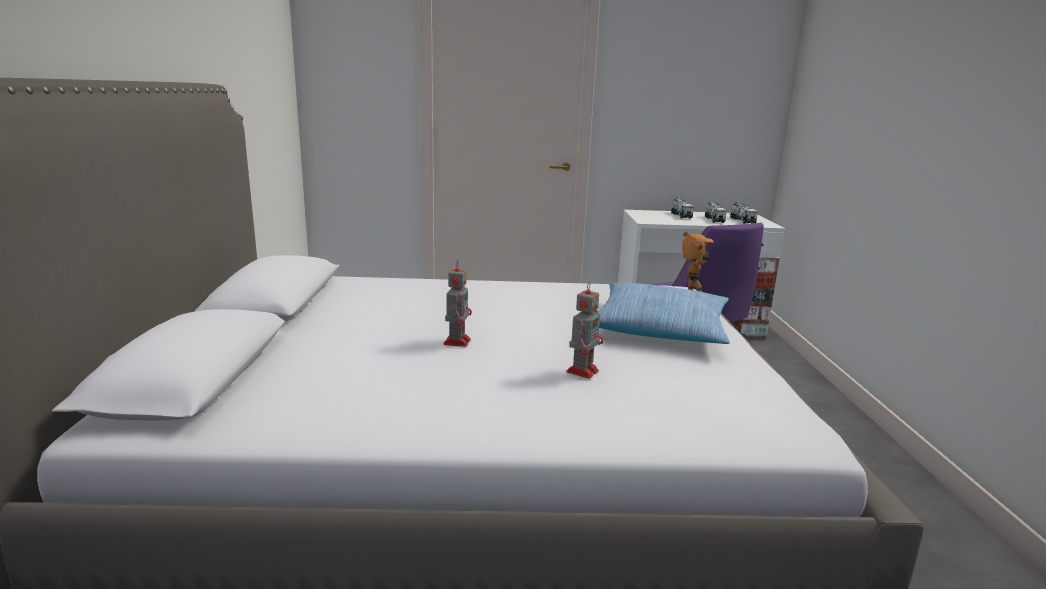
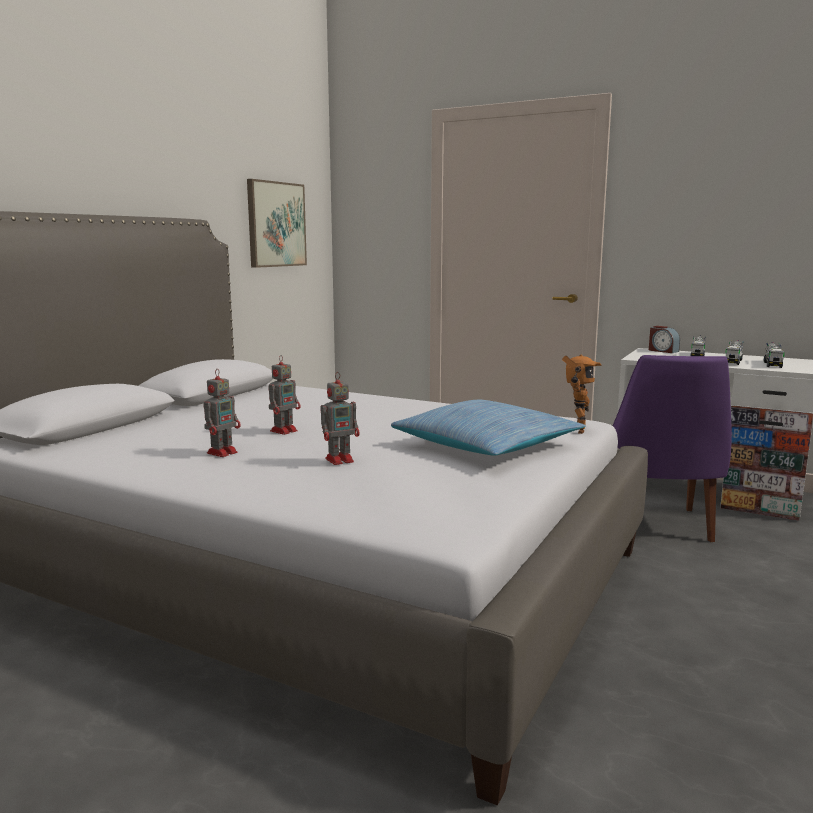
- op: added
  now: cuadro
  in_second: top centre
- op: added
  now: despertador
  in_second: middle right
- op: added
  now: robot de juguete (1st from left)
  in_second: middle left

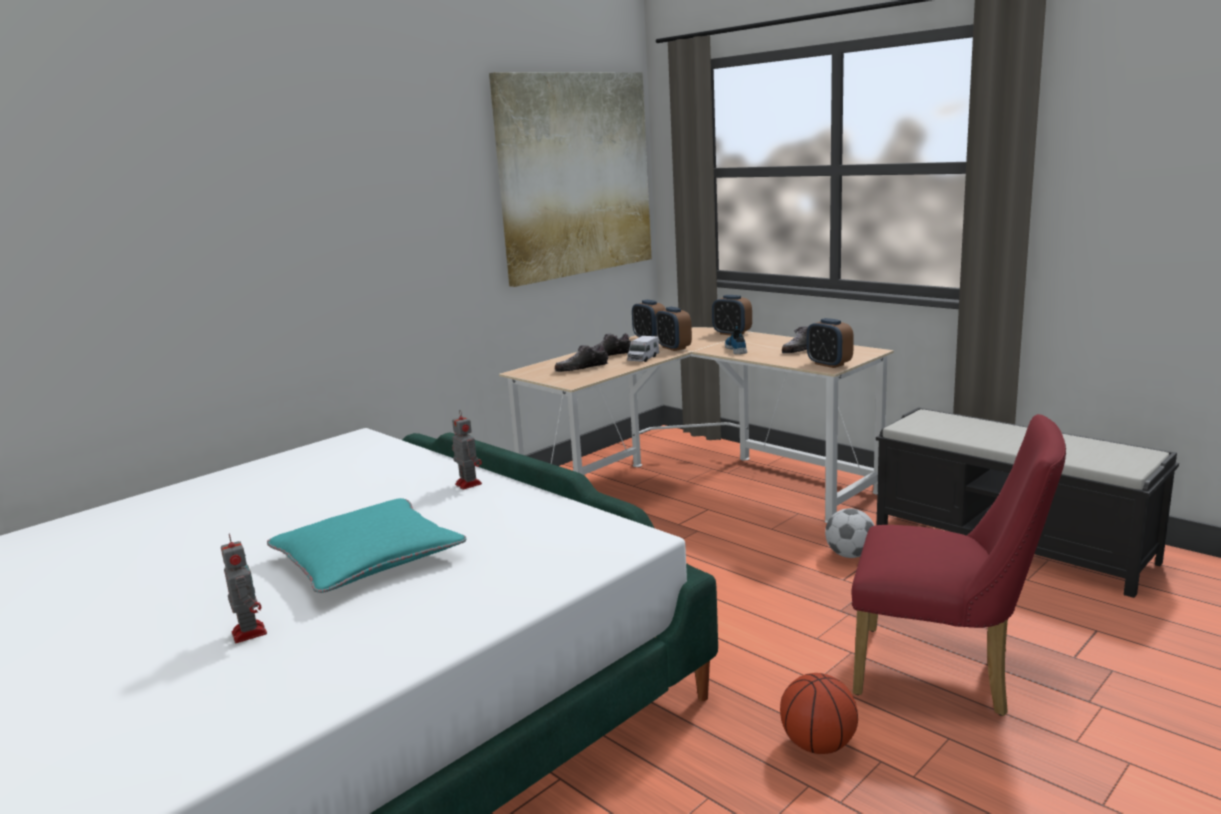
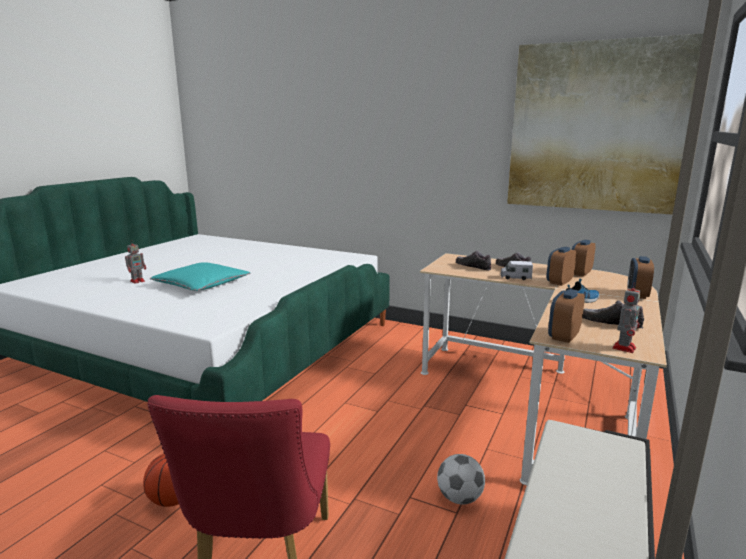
- op: moved
  was: robot de juguete (2nd from left)
  in_first: centre
  in_second: middle right

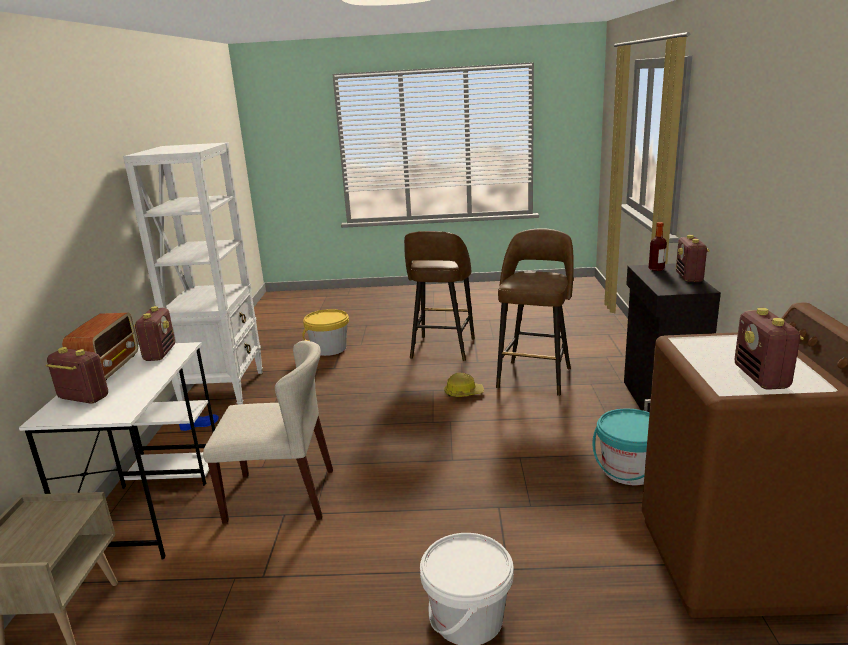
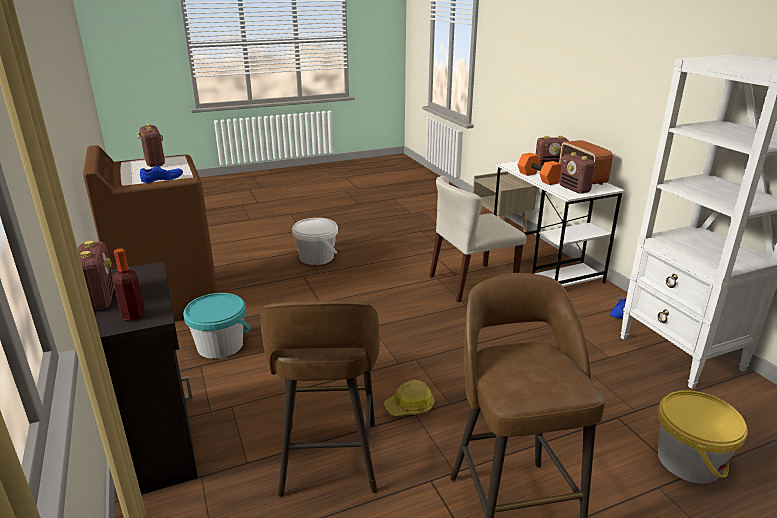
- op: added
  now: mancuerna [naranja]
  in_second: top right
- op: added
  now: zapato [azul] (1st from left)
  in_second: middle left

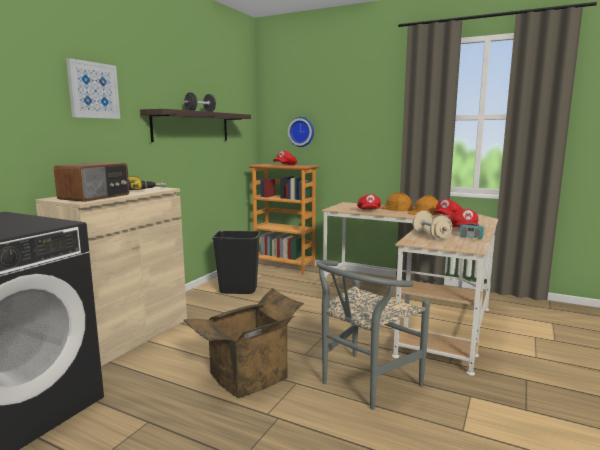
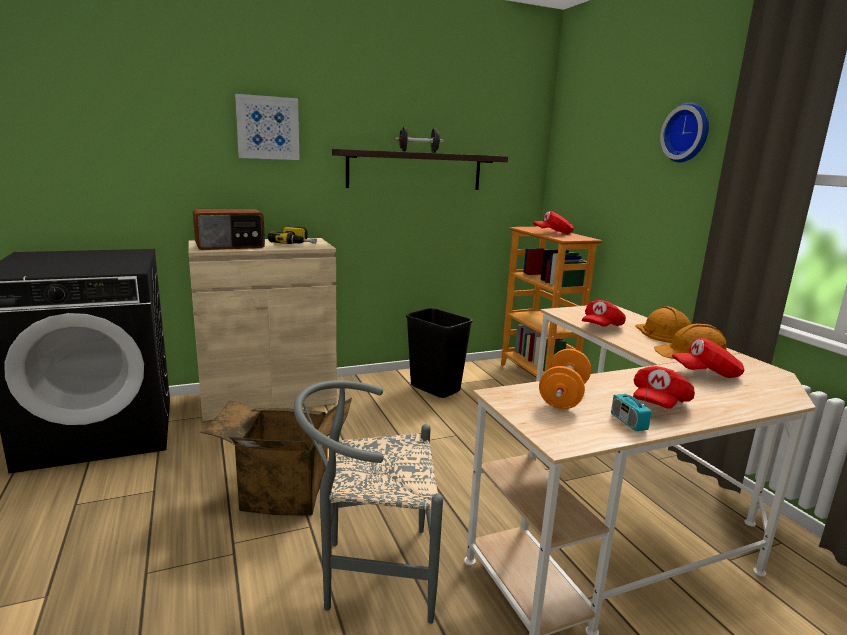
- op: moved
  was: reloj de pared
  in_first: top centre
  in_second: top right
- op: recoloured
  was: mancuerna [beis]
  now: mancuerna [naranja]
  in_first: middle right
  in_second: middle right

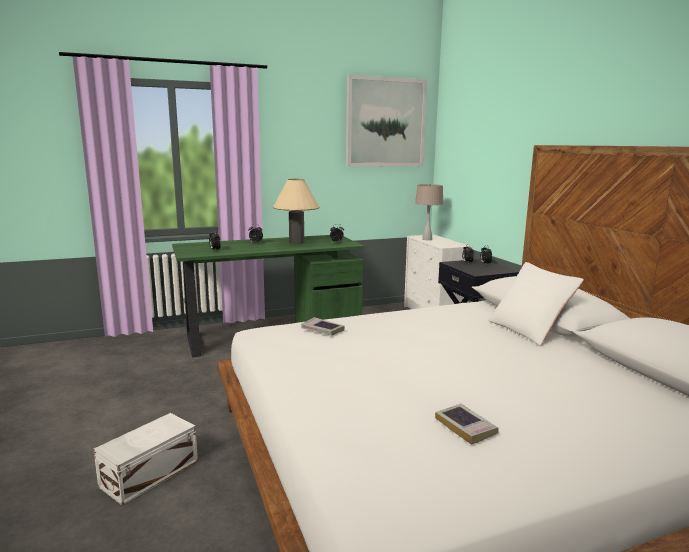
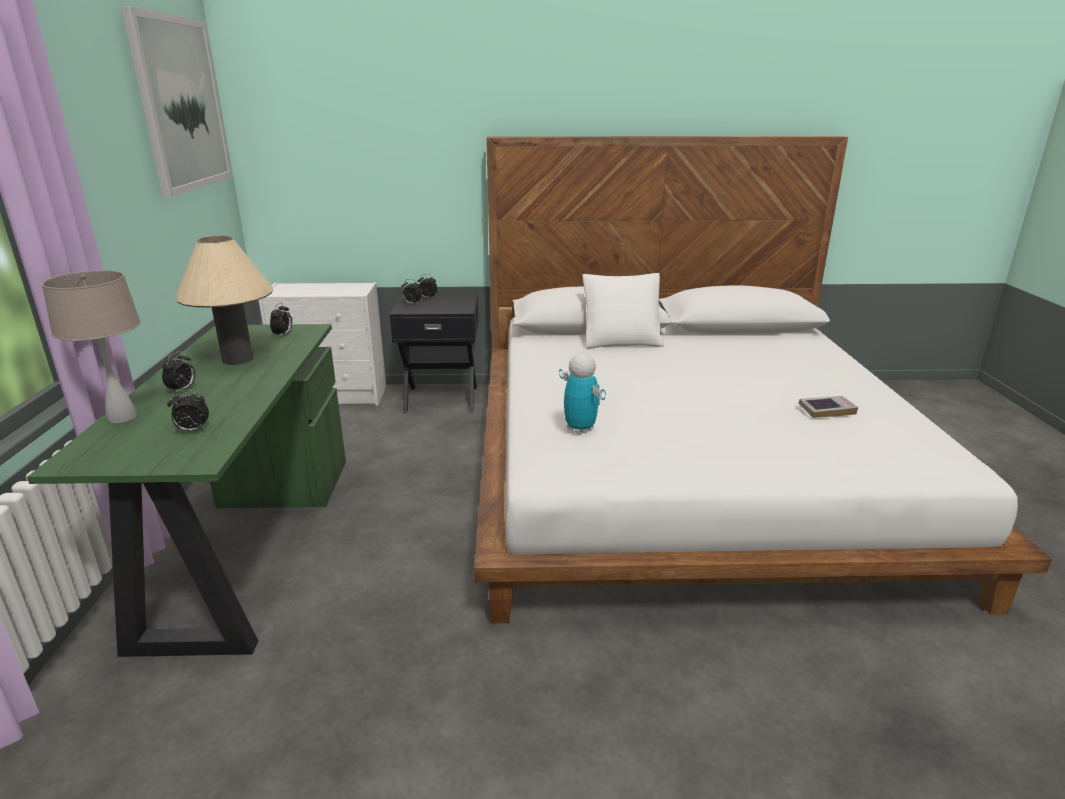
- op: moved
  was: lámpara de mesa [beis] (2nd from left in the first image)
  now: lámpara de mesa [beis] (1st from left)
  in_first: centre
  in_second: middle left
- op: replaced
  was: libro (1st from left)
  now: robot de juguete
  in_first: centre
  in_second: centre
- op: removed
  was: caja de almacenaje [blanco]
  in_first: bottom left

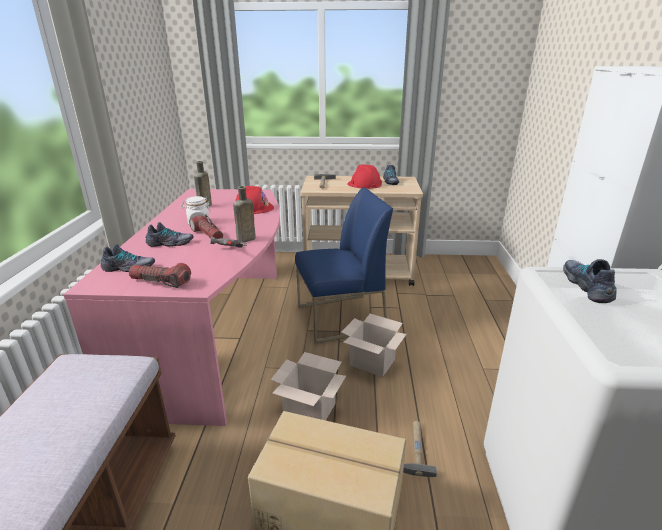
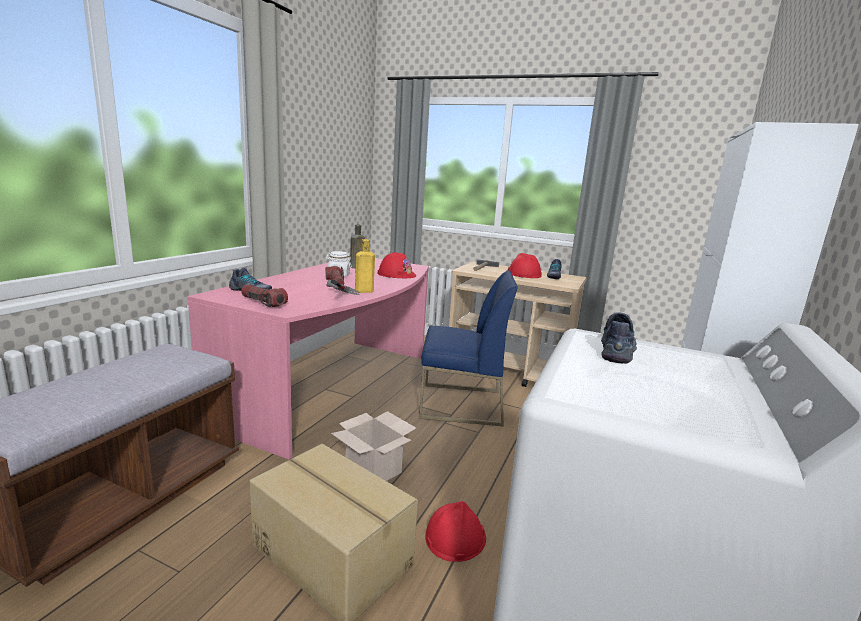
- op: recoloured
  was: botella [marrón] (2nd from left)
  now: botella [amarillo]
  in_first: centre
  in_second: centre
- op: removed
  was: zapato (2nd from left)
  in_first: middle left
- op: removed
  was: caja de cartón (3rd from left)
  in_first: centre
- op: replaced
  was: martillo (3rd from left)
  now: casco [rojo] (2nd from left)
  in_first: bottom centre
  in_second: bottom centre

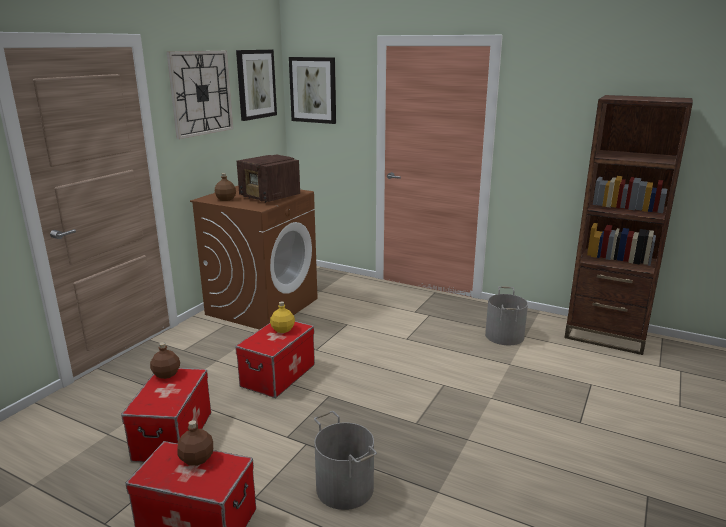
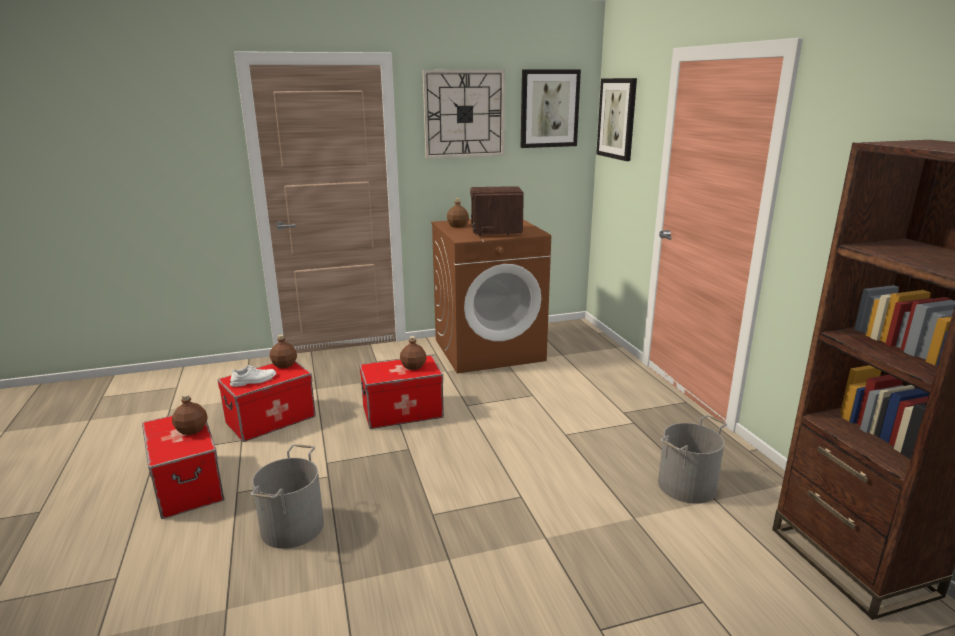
- op: recoloured
  was: botella [amarillo]
  now: botella [marrón] (3rd from left)
  in_first: centre
  in_second: centre
- op: added
  now: zapato [blanco]
  in_second: middle left

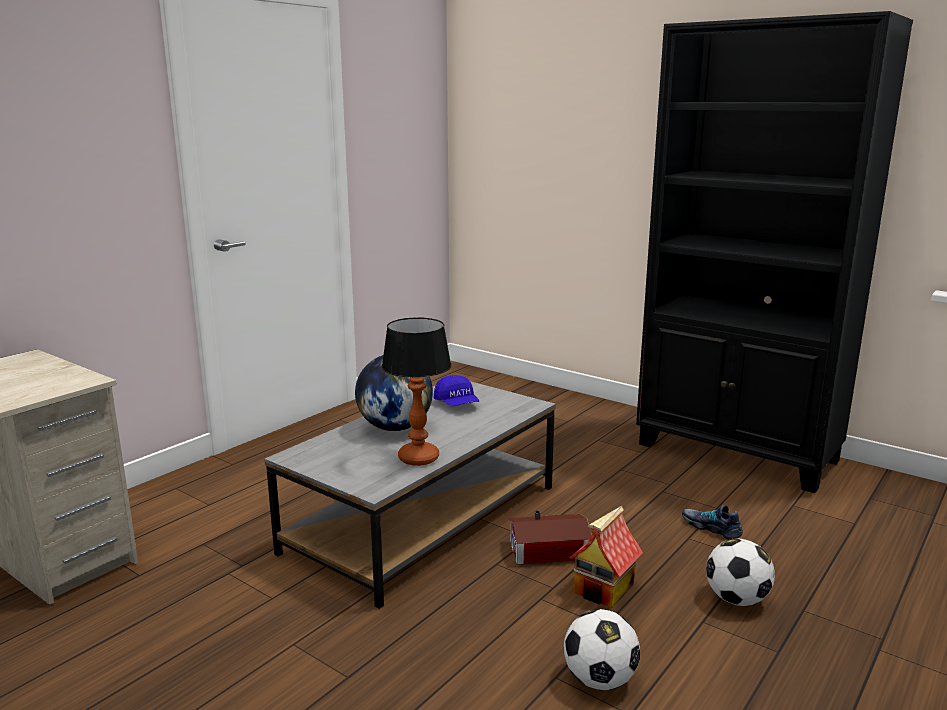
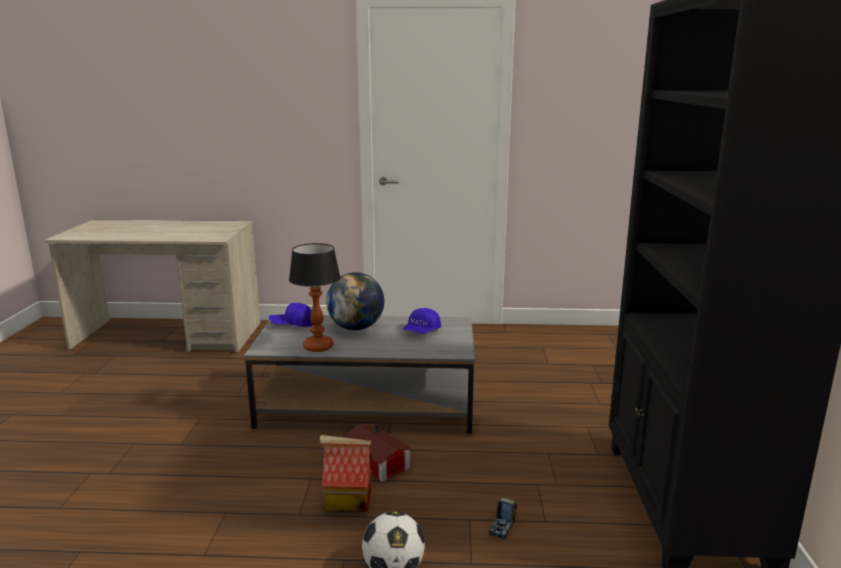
- op: replaced
  was: zapato
  now: camión de juguete
  in_first: bottom right
  in_second: bottom centre
- op: removed
  was: balón de fútbol (1st from left)
  in_first: bottom centre
- op: added
  now: gorra [azul] (1st from left)
  in_second: centre

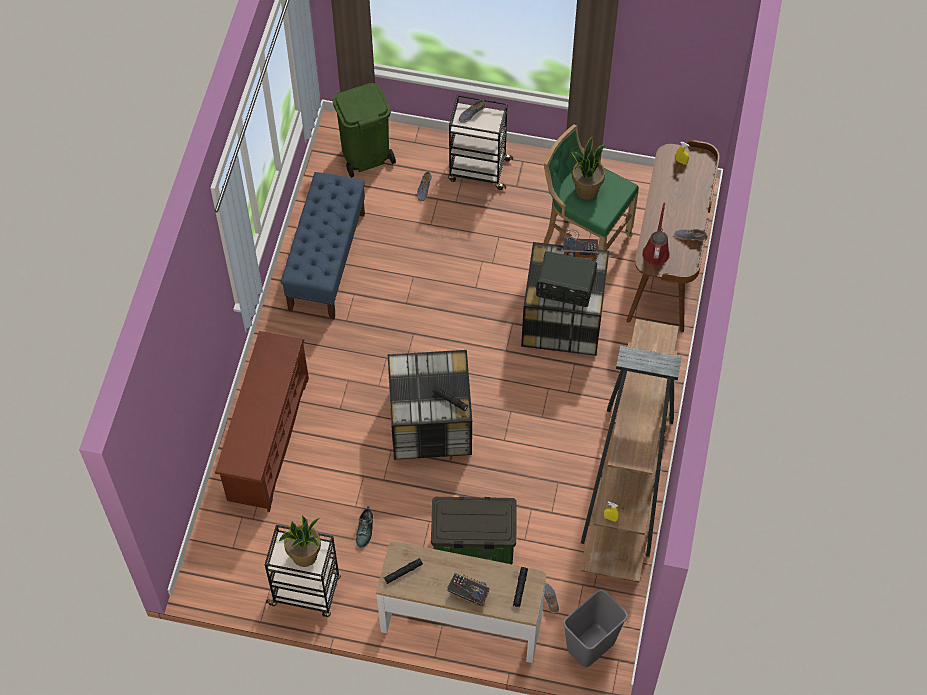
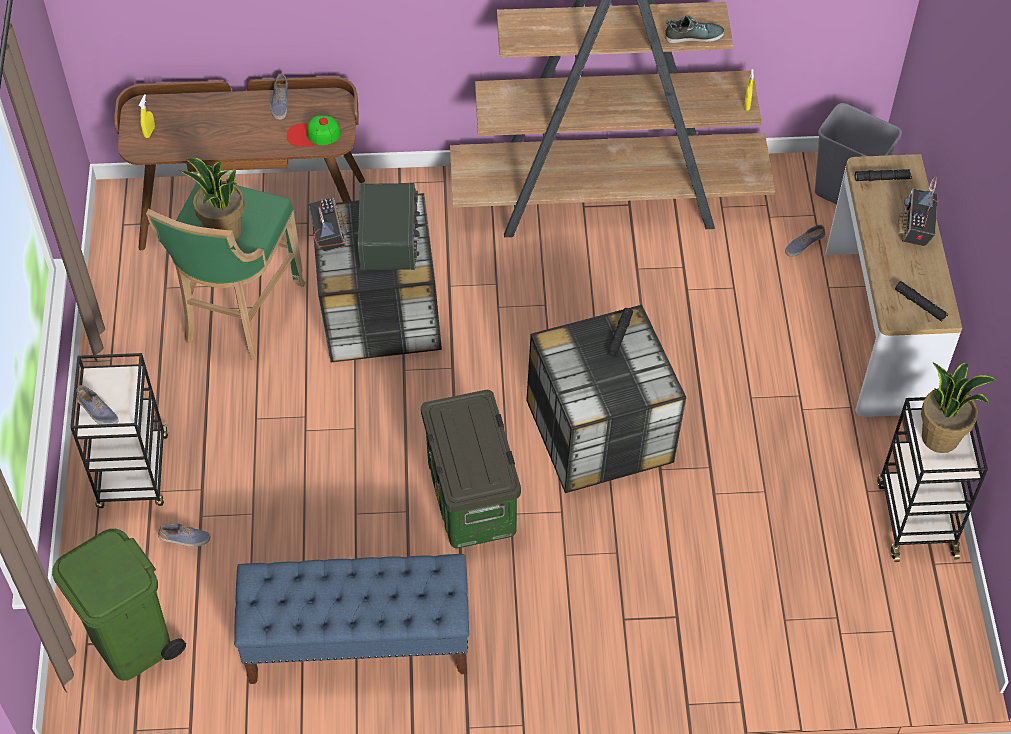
- op: replaced
  was: regadera [rojo]
  now: gorra
  in_first: middle right
  in_second: top left
- op: removed
  was: zapatero [marrón]
  in_first: middle left
- op: moved
  was: caja de almacenaje (2nd from left)
  in_first: bottom centre
  in_second: centre
- op: moved
  was: zapato (1st from left in the first image)
  now: zapato (4th from left)
  in_first: bottom centre
  in_second: top right

